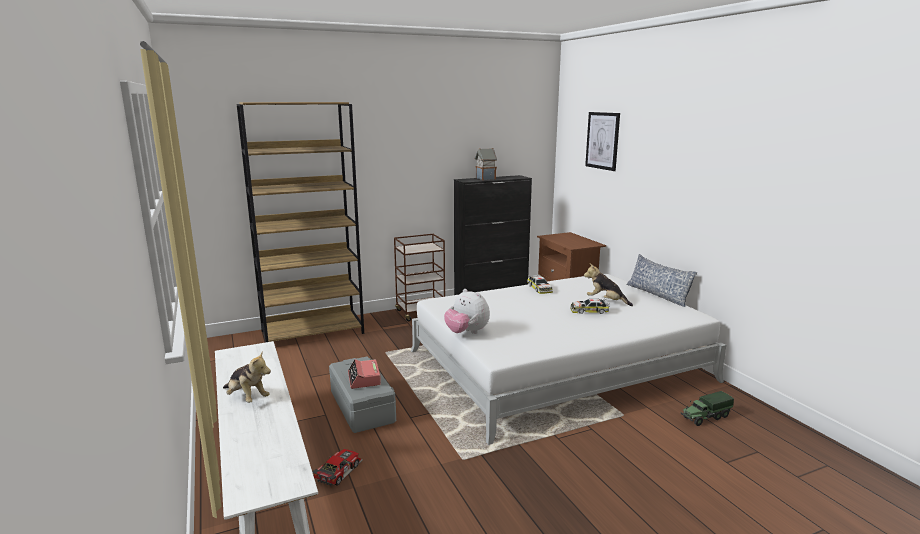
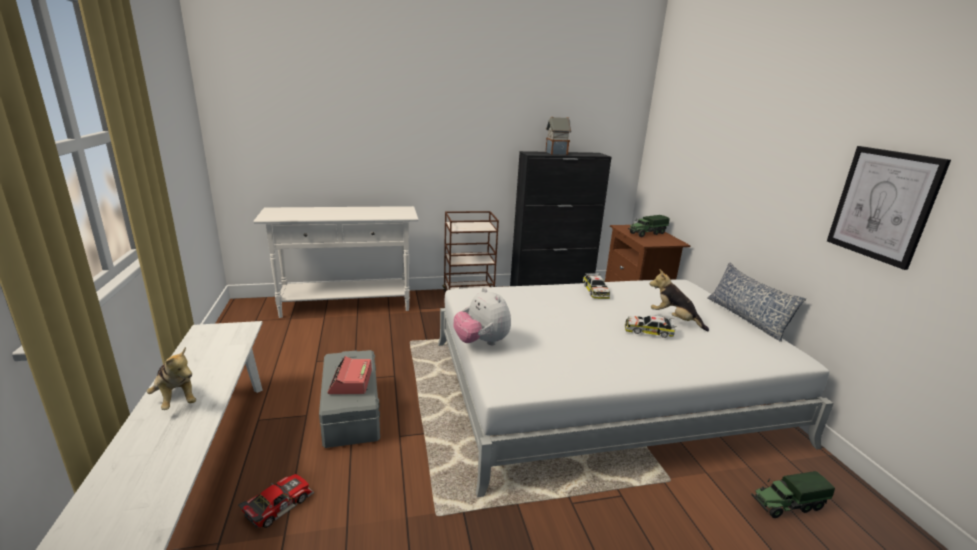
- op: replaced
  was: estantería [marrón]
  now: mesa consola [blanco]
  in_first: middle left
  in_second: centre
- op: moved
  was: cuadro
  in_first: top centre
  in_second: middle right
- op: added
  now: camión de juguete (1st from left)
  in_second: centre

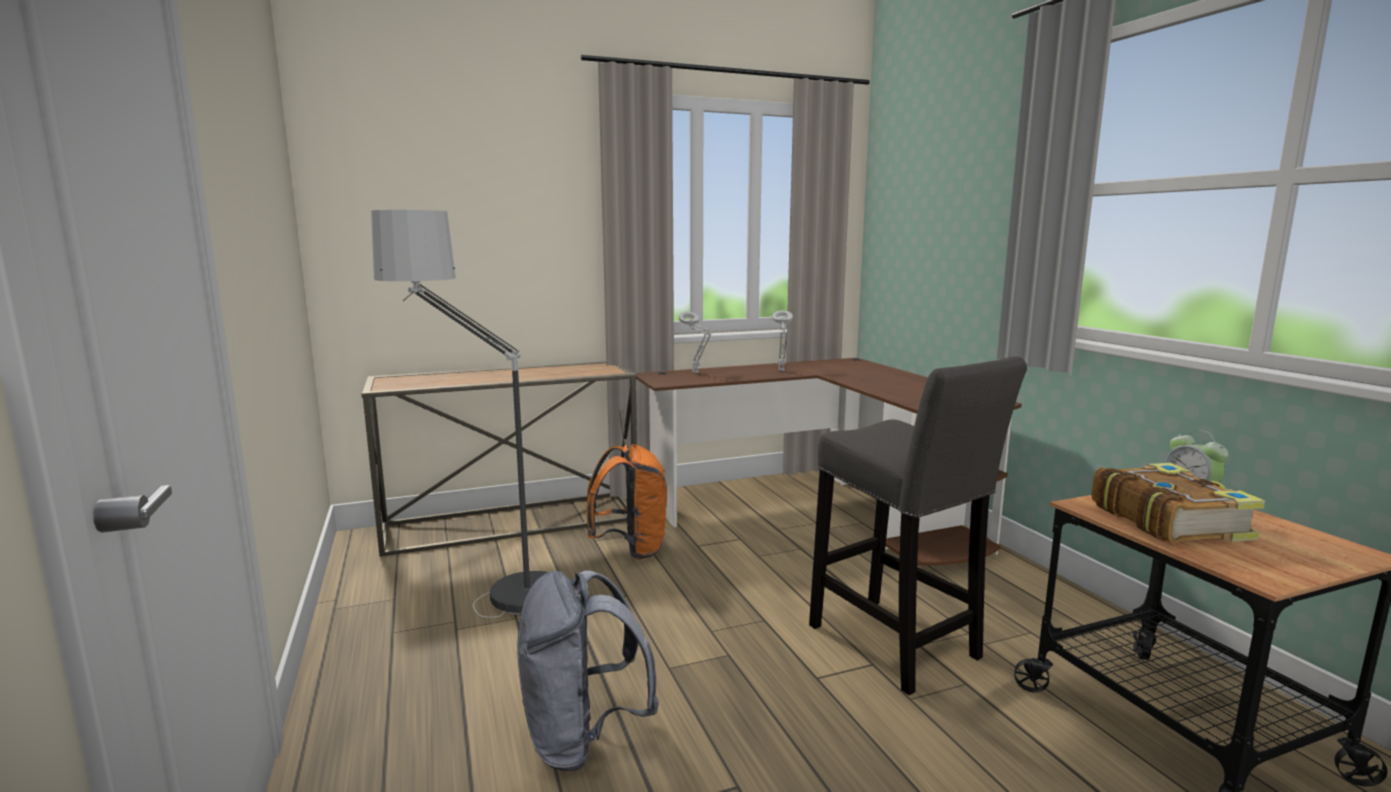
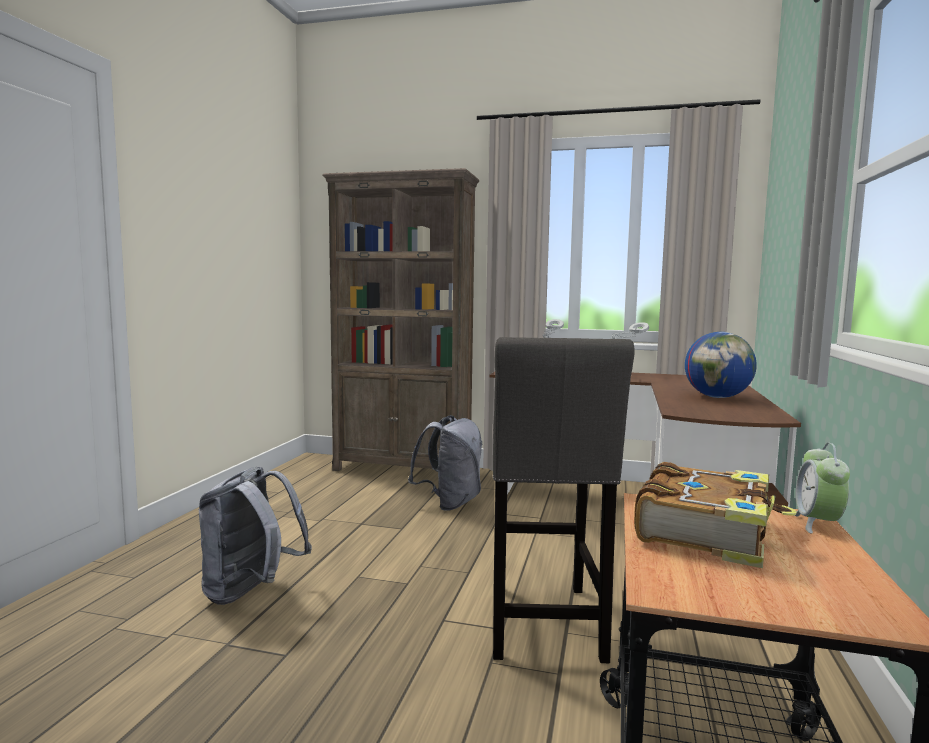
- op: removed
  was: lámpara de pie
  in_first: middle left
- op: replaced
  was: mesa consola
  now: estantería [marrón]
  in_first: centre
  in_second: centre
- op: recoloured
  was: mochila [naranja]
  now: mochila [gris] (2nd from left)
  in_first: centre
  in_second: centre
- op: added
  now: globo terráqueo
  in_second: middle right

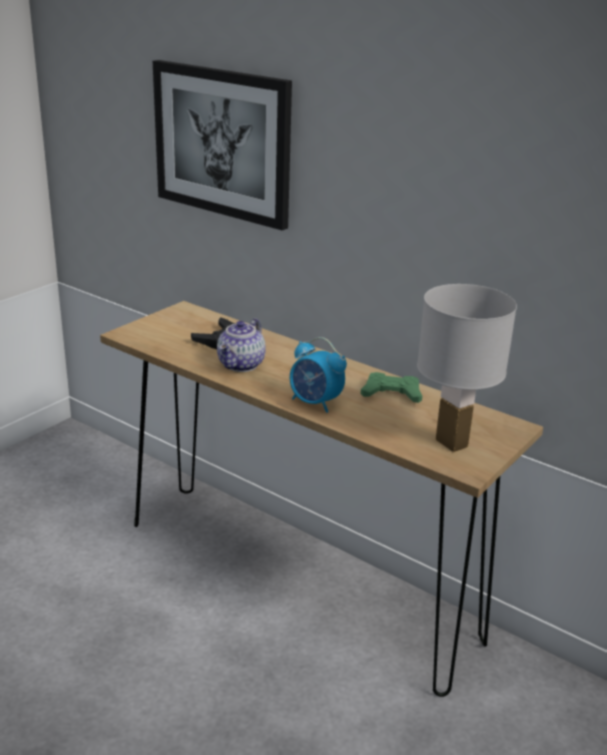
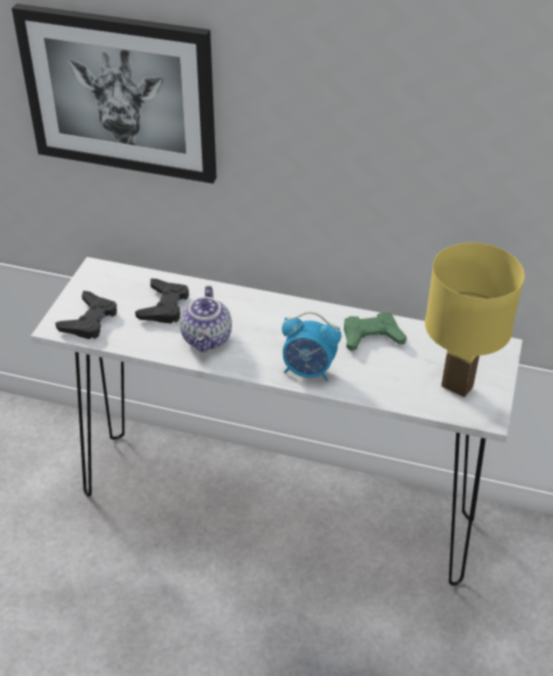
- op: recoloured
  was: lámpara de mesa [blanco]
  now: lámpara de mesa [amarillo]
  in_first: middle right
  in_second: middle right
- op: recoloured
  was: mesa consola [marrón]
  now: mesa consola [blanco]
  in_first: centre
  in_second: centre
- op: added
  now: mando de consola [negro] (1st from left)
  in_second: middle left

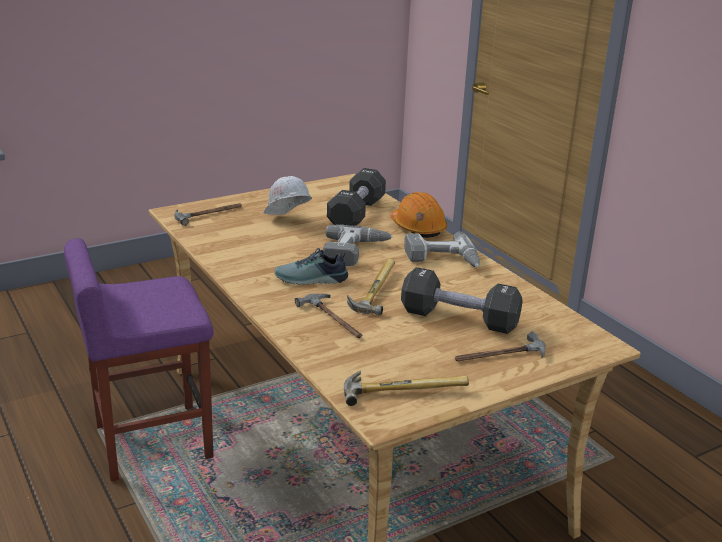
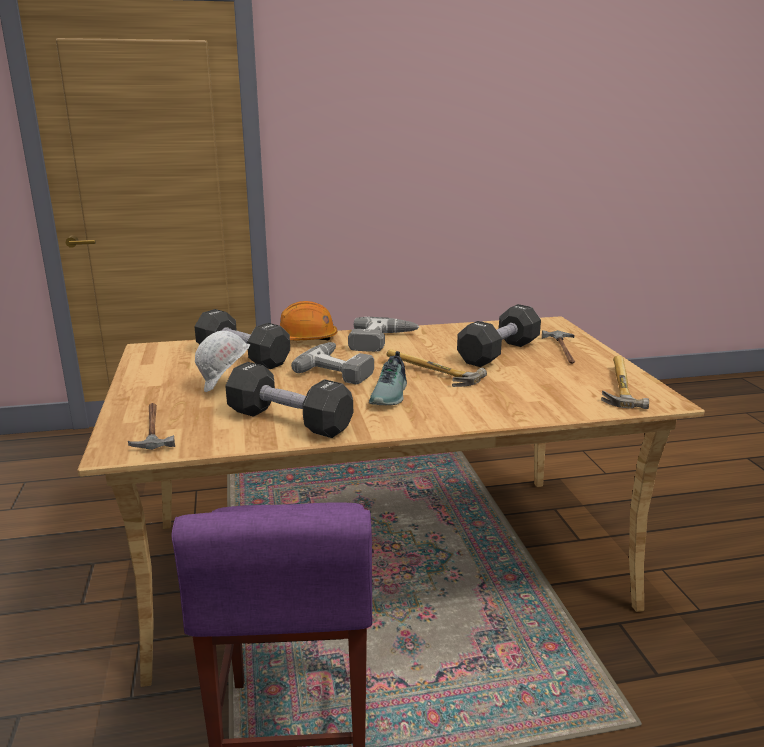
- op: removed
  was: martillo (2nd from left)
  in_first: centre
- op: added
  now: mancuerna [negro] (2nd from left)
  in_second: centre

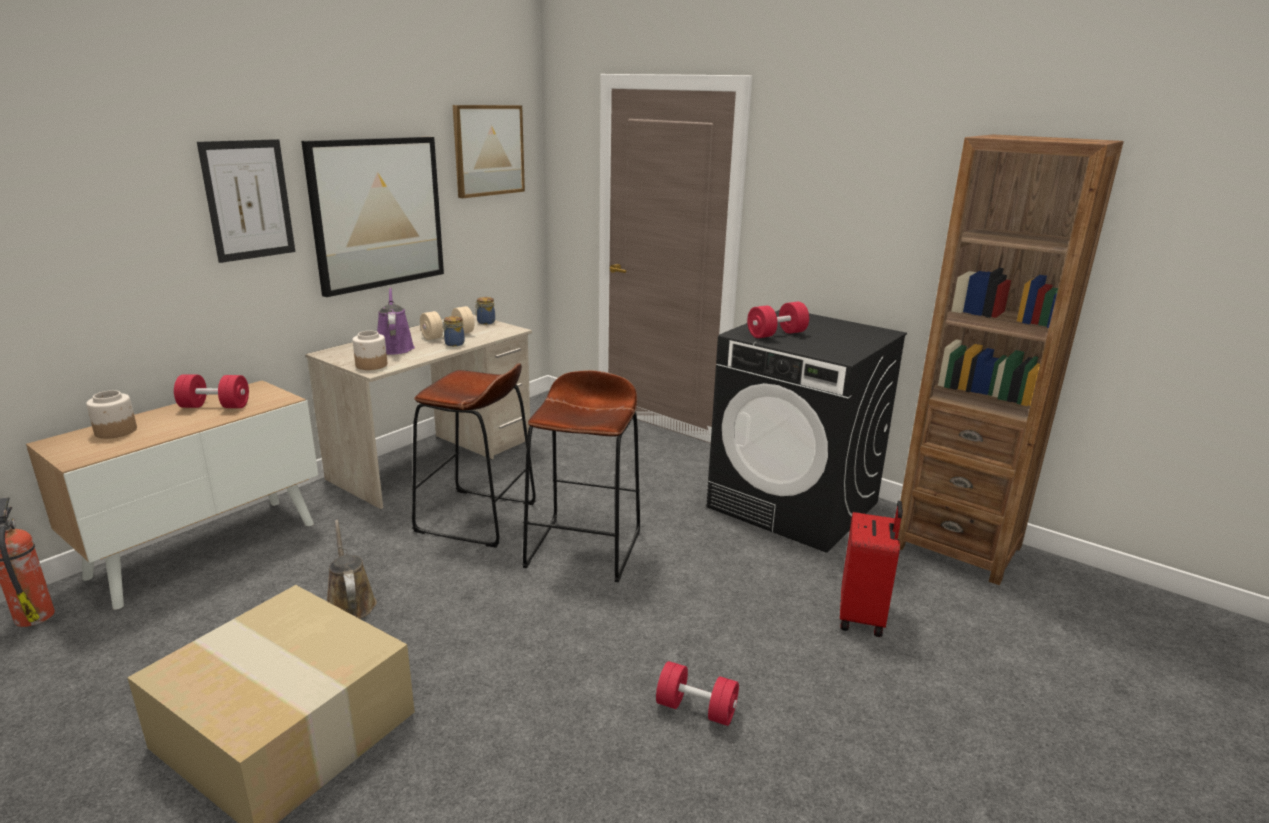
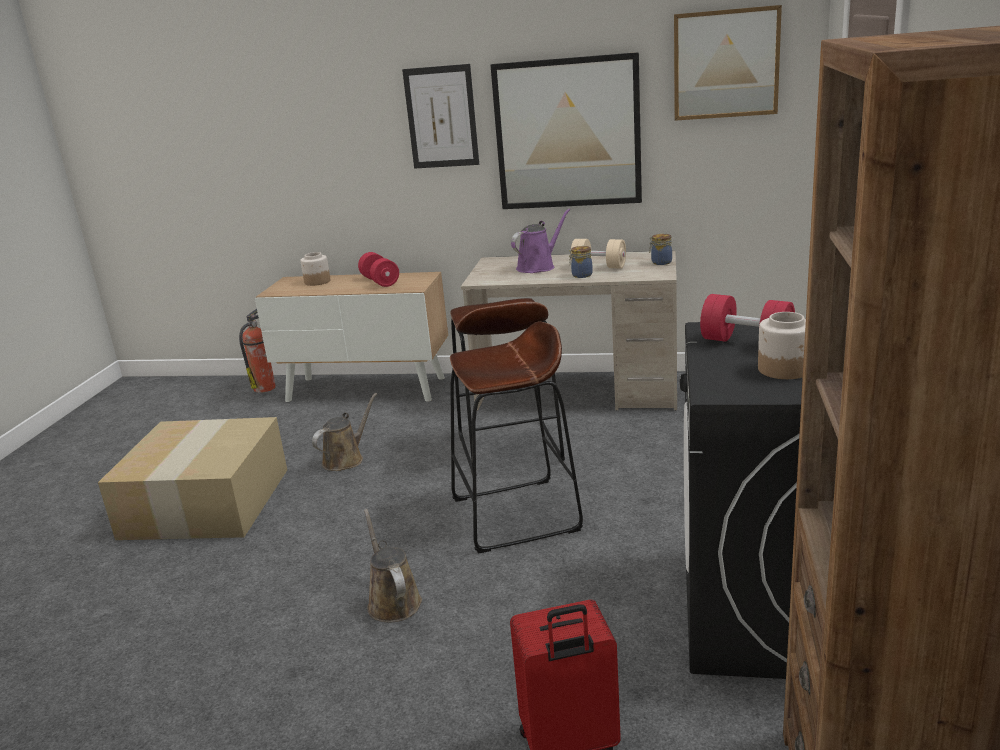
- op: moved
  was: tarro (2nd from left in the first image)
  now: tarro (4th from left)
  in_first: middle left
  in_second: middle right
- op: removed
  was: mancuerna [rojo] (2nd from left)
  in_first: bottom centre
- op: added
  now: regadera [marrón] (2nd from left)
  in_second: bottom centre

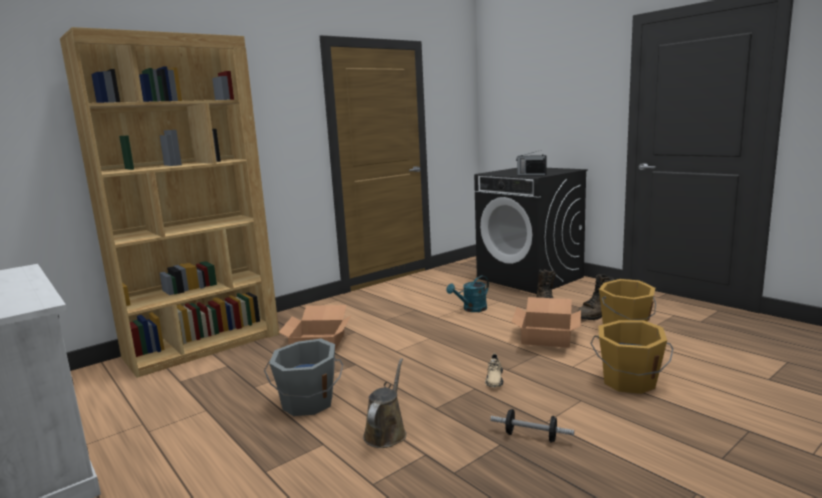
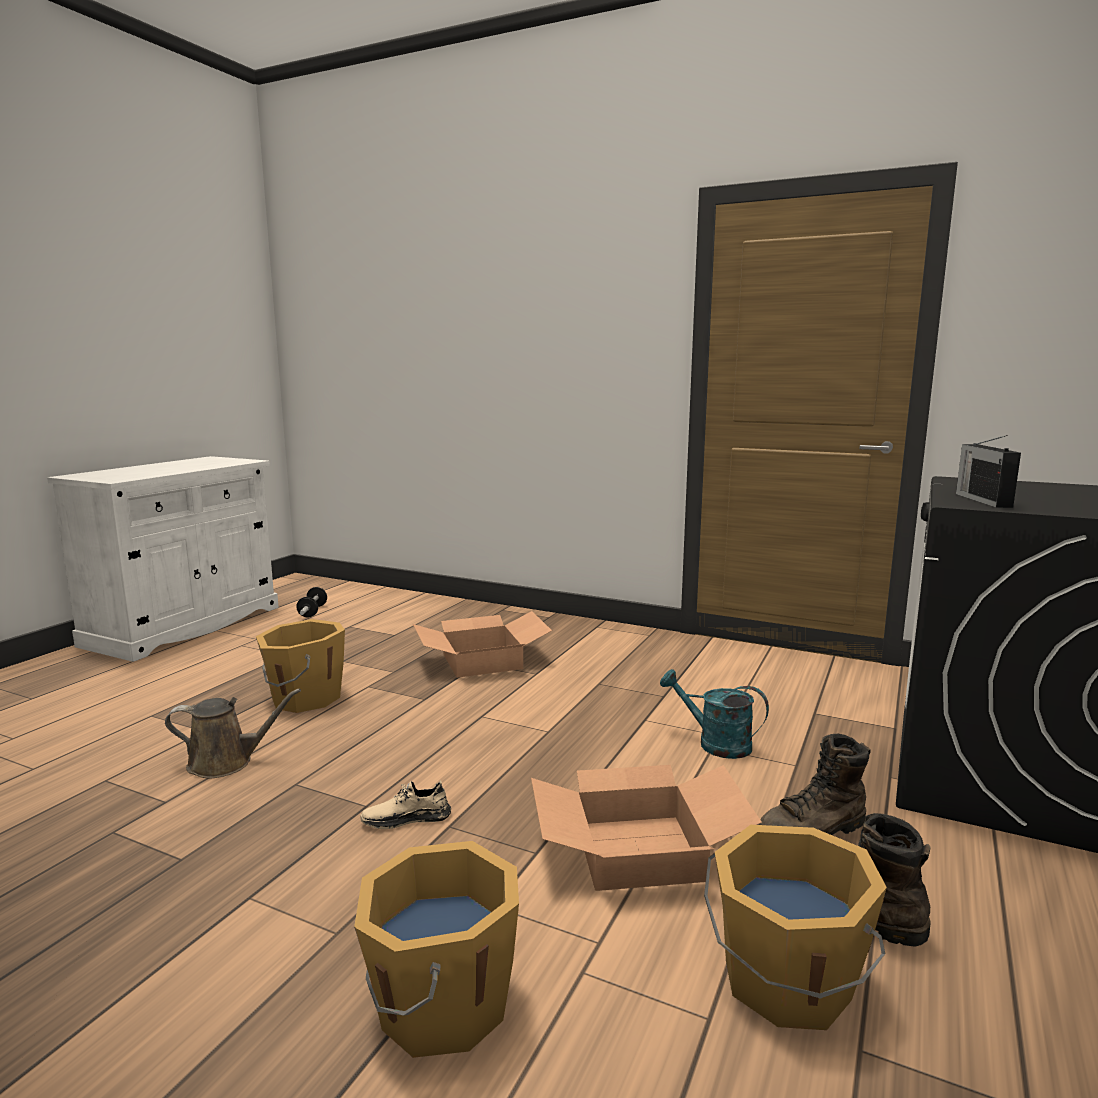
- op: removed
  was: estantería [marrón]
  in_first: middle left
- op: recoloured
  was: cubo [gris]
  now: cubo [naranja] (1st from left)
  in_first: bottom centre
  in_second: middle left
- op: moved
  was: mancuerna
  in_first: bottom centre
  in_second: middle left

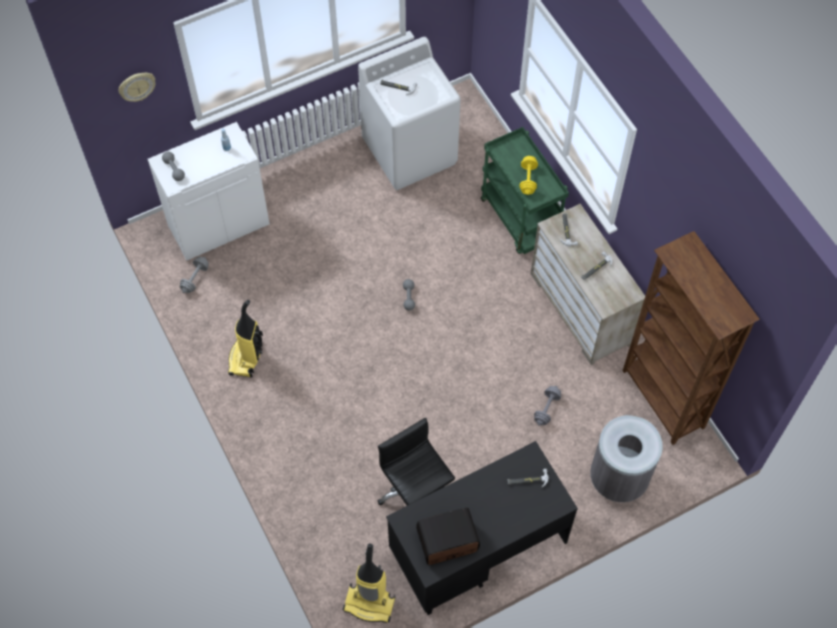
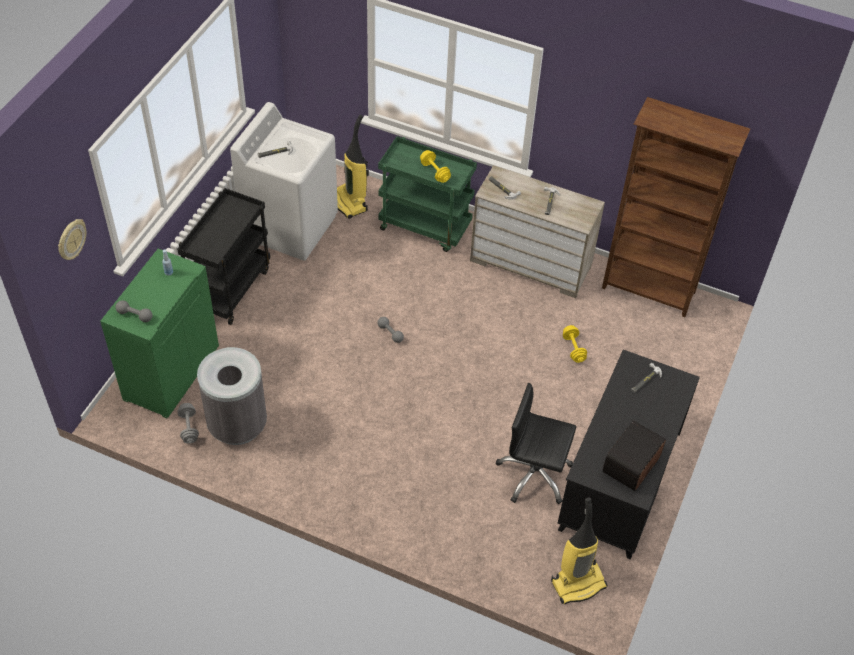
- op: recoloured
  was: armario [blanco]
  now: armario [verde]
  in_first: top left
  in_second: middle left
- op: moved
  was: aspiradora (1st from left)
  in_first: middle left
  in_second: top centre
- op: recoloured
  was: mancuerna [gris] (4th from left)
  now: mancuerna [amarillo] (2nd from left)
  in_first: centre
  in_second: middle right
- op: moved
  was: papelera [gris]
  in_first: bottom right
  in_second: middle left
- op: added
  now: carrito [negro]
  in_second: middle left

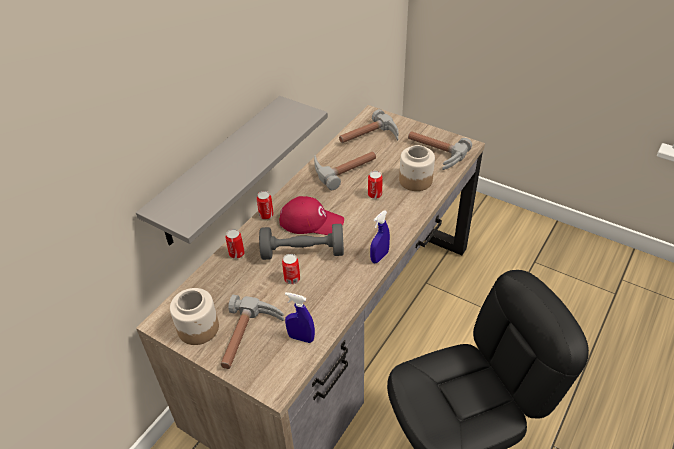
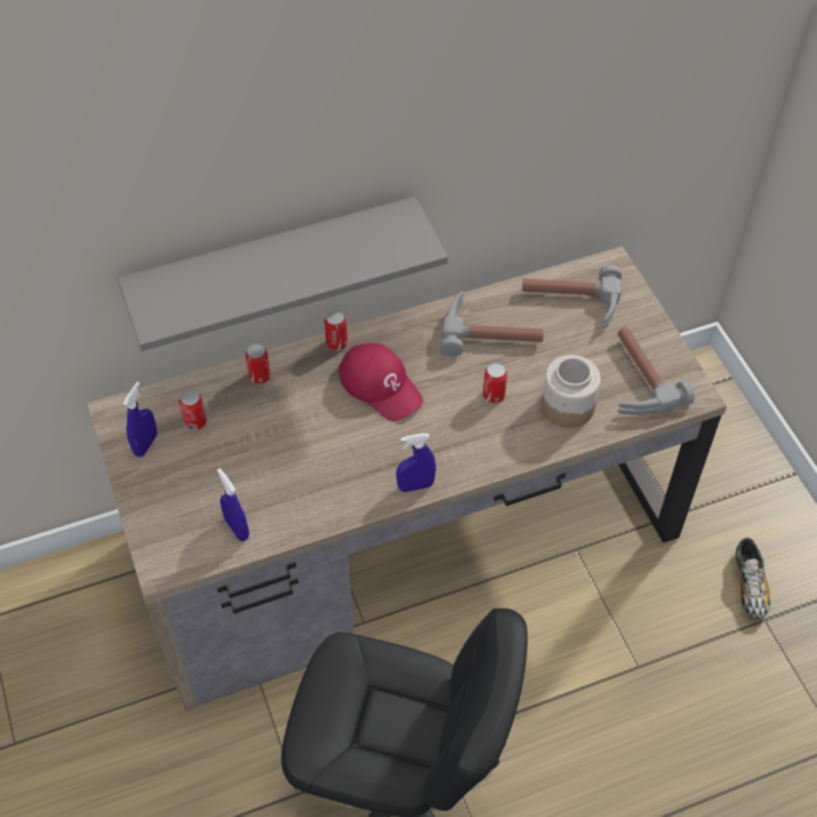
- op: removed
  was: mancuerna [gris]
  in_first: centre
- op: moved
  was: lata (3rd from left in the first image)
  now: lata (1st from left)
  in_first: centre
  in_second: middle left
- op: replaced
  was: tarro (1st from left)
  now: pulverizador [azul] (1st from left)
  in_first: bottom left
  in_second: middle left
- op: removed
  was: martillo (1st from left)
  in_first: bottom centre
- op: added
  now: zapato
  in_second: bottom right

